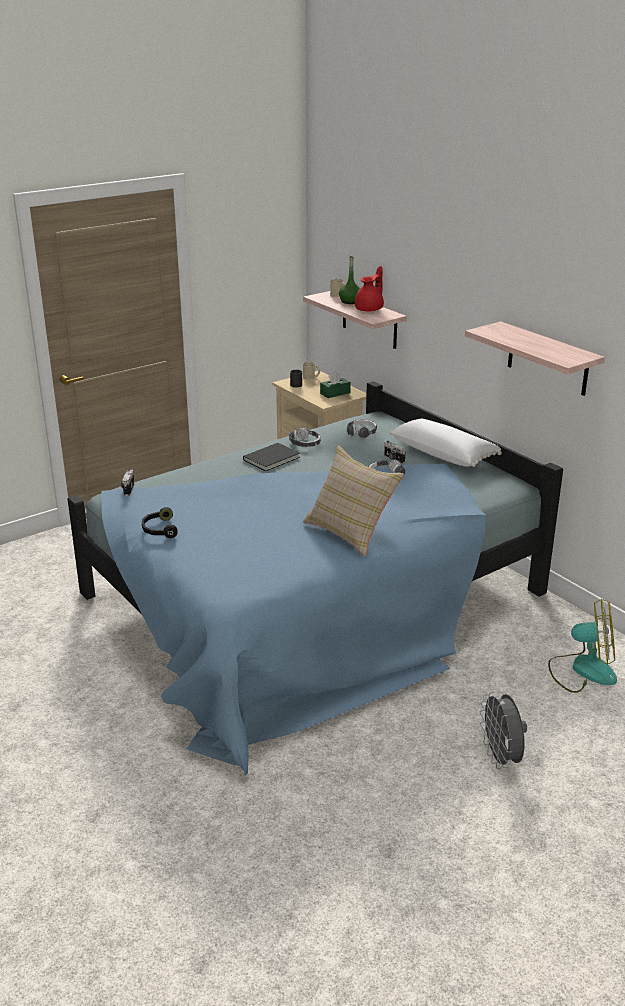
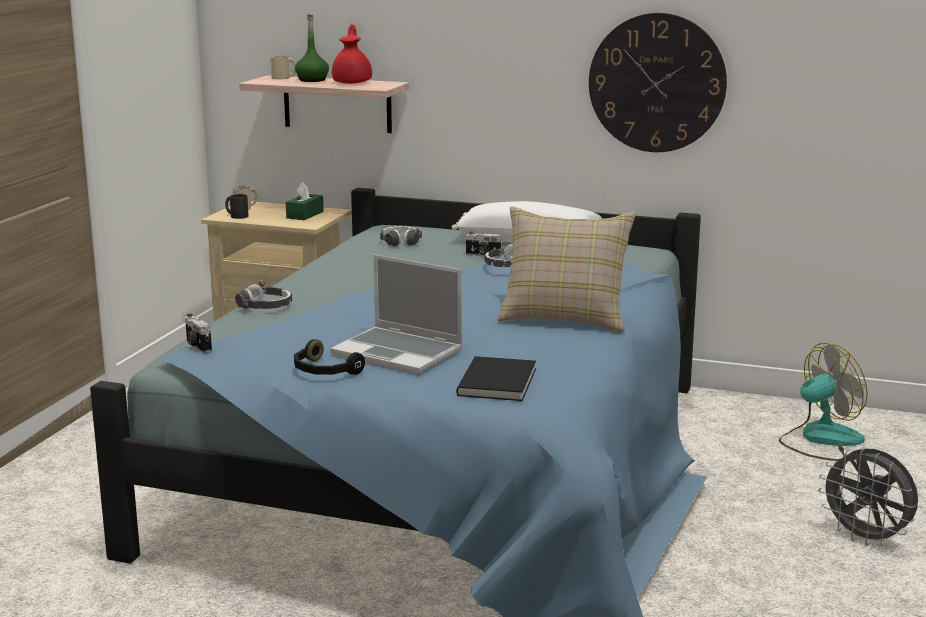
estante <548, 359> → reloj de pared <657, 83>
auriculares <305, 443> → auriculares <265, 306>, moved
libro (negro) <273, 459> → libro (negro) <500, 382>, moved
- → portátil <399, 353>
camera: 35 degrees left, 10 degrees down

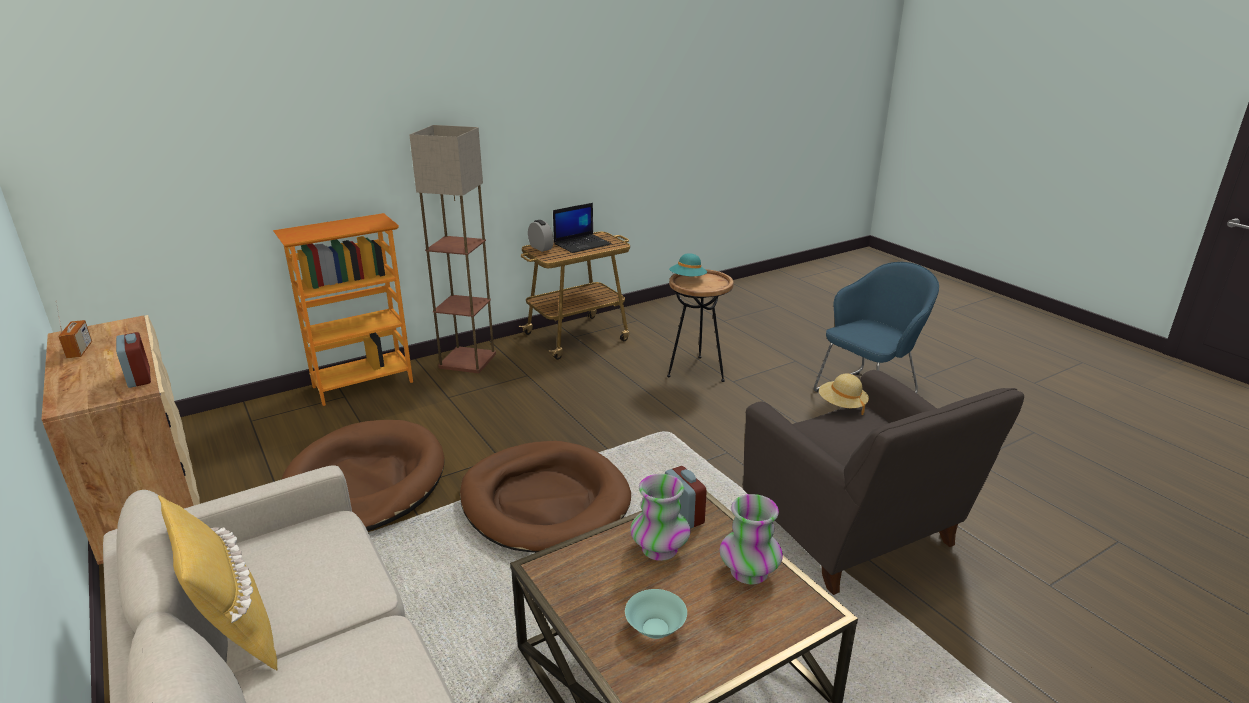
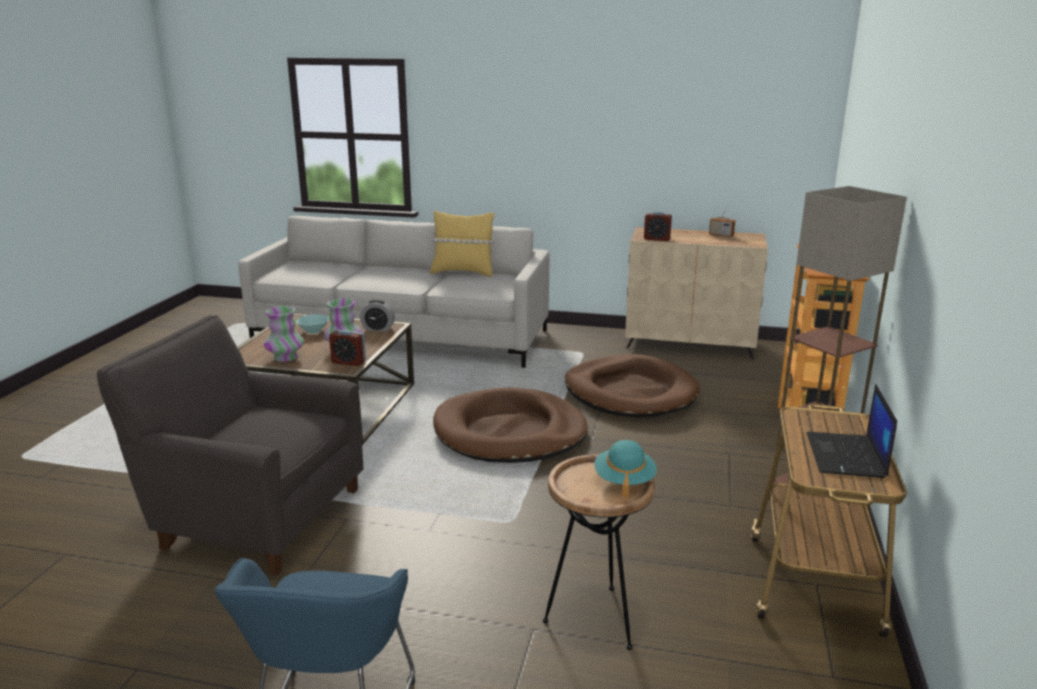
despertador <541, 248> → despertador <378, 328>, moved
sombrero (beis) <842, 405> → -
camera: 135 degrees right, 5 degrees down

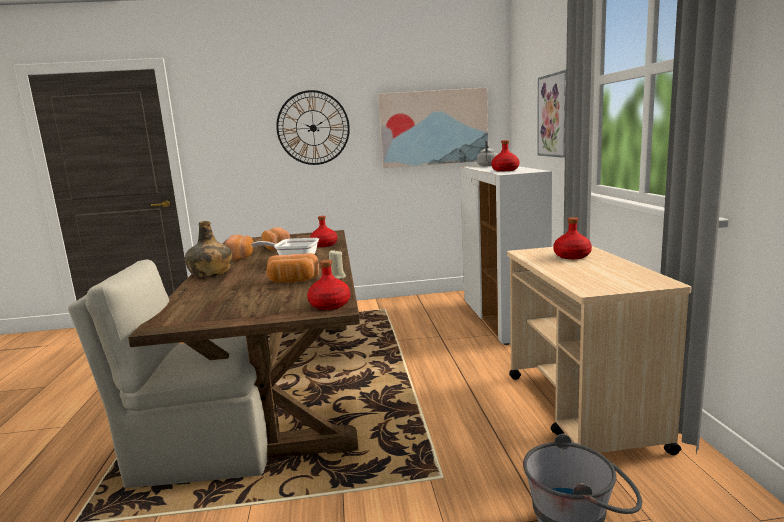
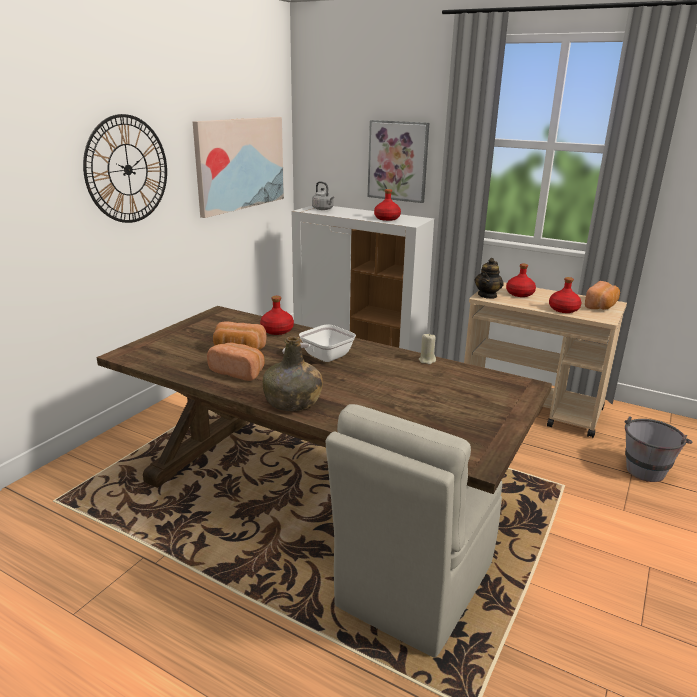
pan <293, 281> → pan <601, 306>, moved
botella (rojo) <329, 305> → botella (rojo) <564, 309>, moved
- → tetera <487, 295>
camera: 55 degrees left, 10 degrees up

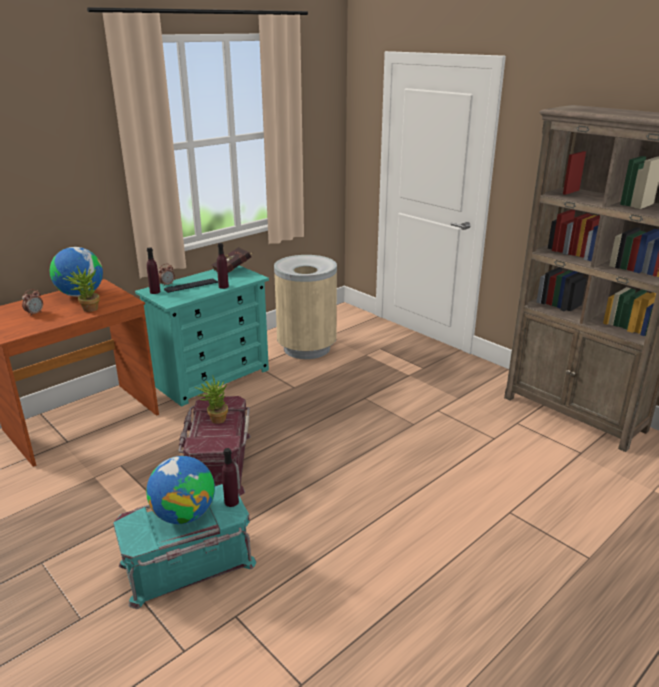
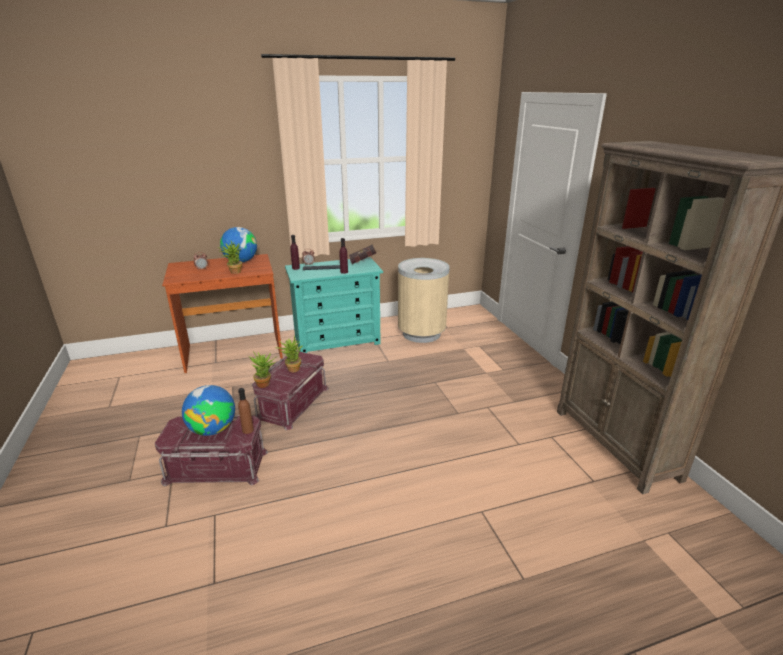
botella (morado) <231, 502> → botella (marrón) <248, 430>
caja de almacenaje (turquesa) <188, 565> → caja de almacenaje (rojo) <216, 467>
- → planta en maceta <266, 384>
camera: 25 degrees right, 0 degrees up

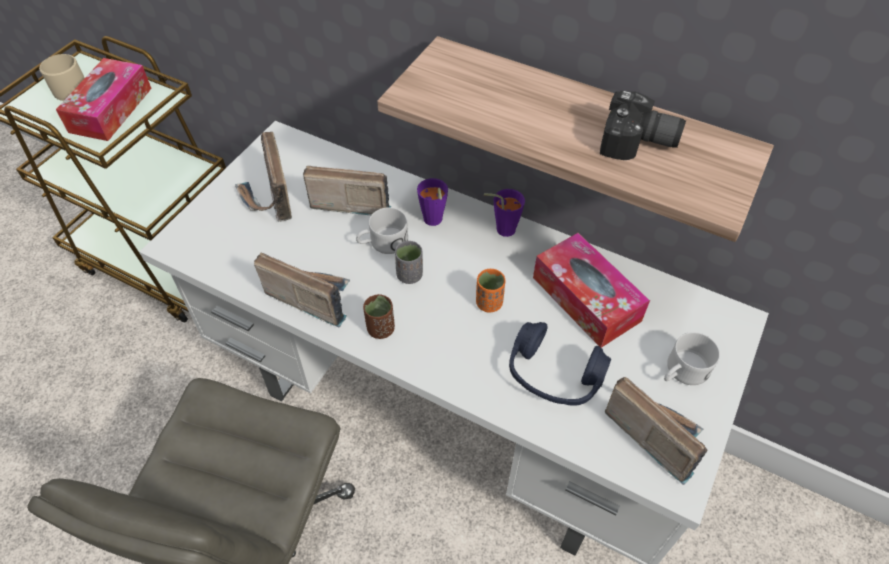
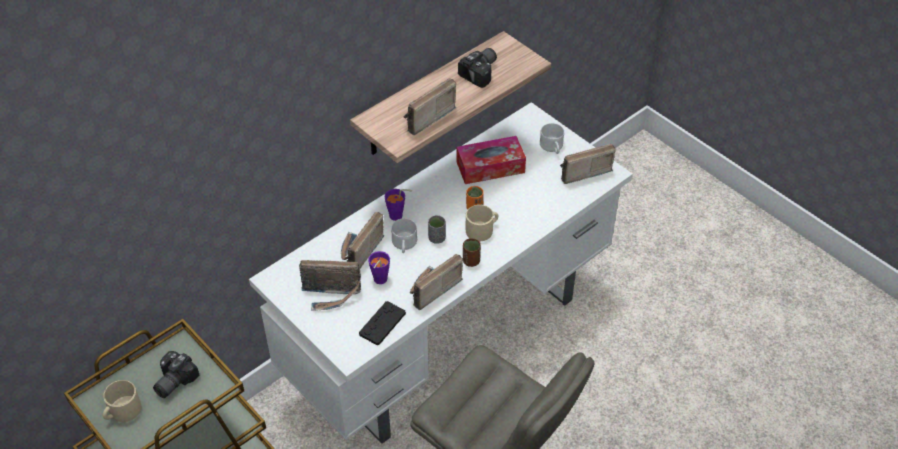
caja de pañuelos <111, 110> → cámara <172, 381>
taza (morado) <501, 229> → taza (morado) <379, 281>, moved
auriculares (azul) <554, 375> → -
- → radio <424, 117>
- → taza grande (beis) <482, 230>
- → mando de consola (negro) <382, 324>
camera: 70 degrees left, 5 degrees down

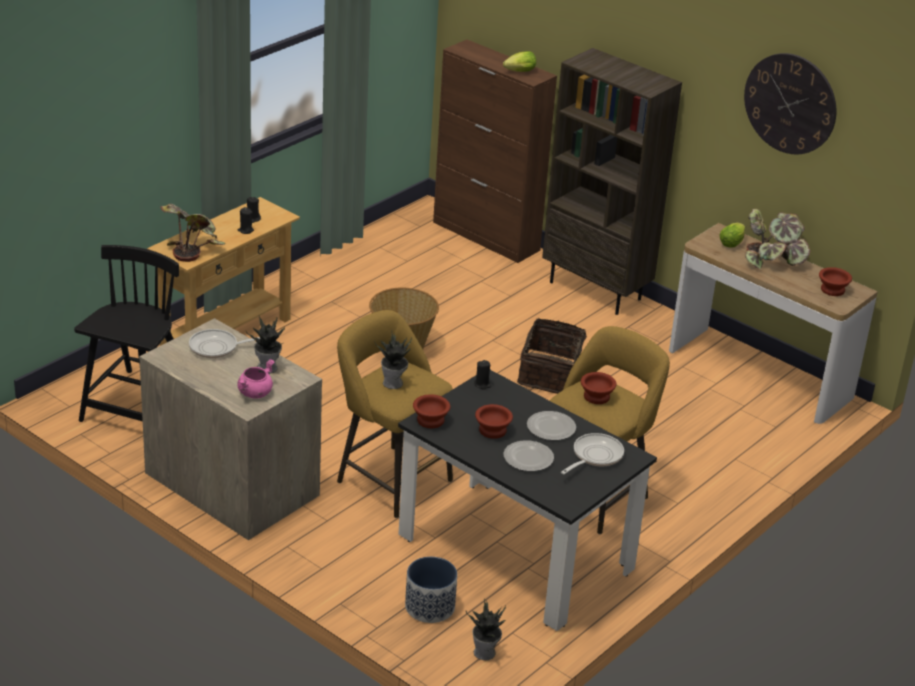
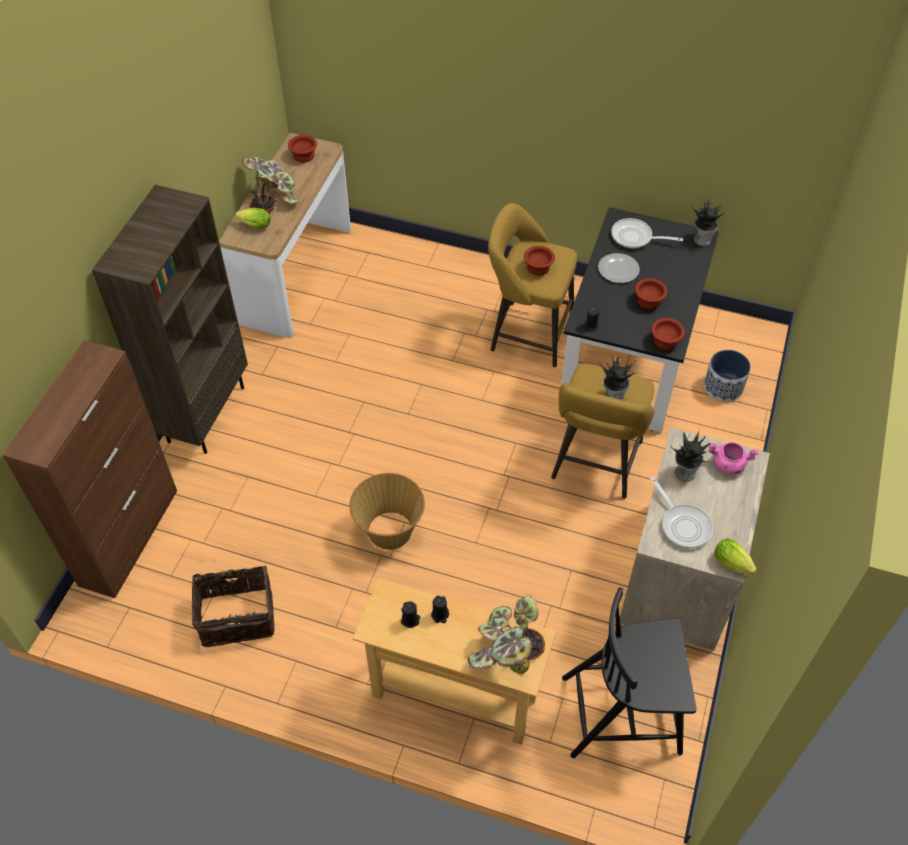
lechuga <518, 72> → lechuga <734, 564>, moved
reloj de pared <790, 103> → -
cesta <550, 374> → cesta <237, 615>, moved
plato <528, 458> → -
planta en maceta <485, 653> → planta en maceta <702, 239>, moved
camera: 110 degrees left, 20 degrees up

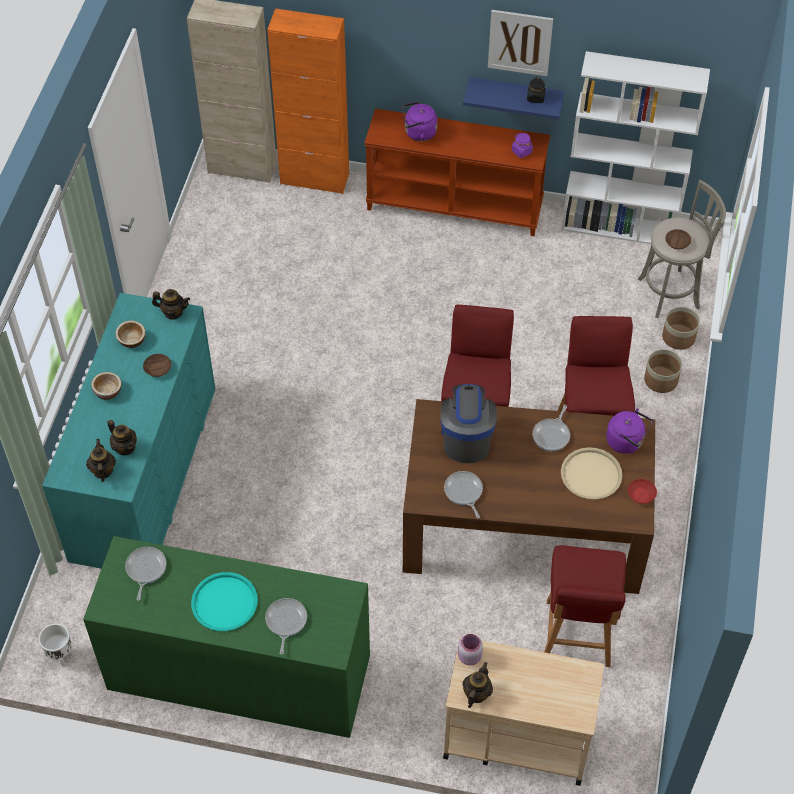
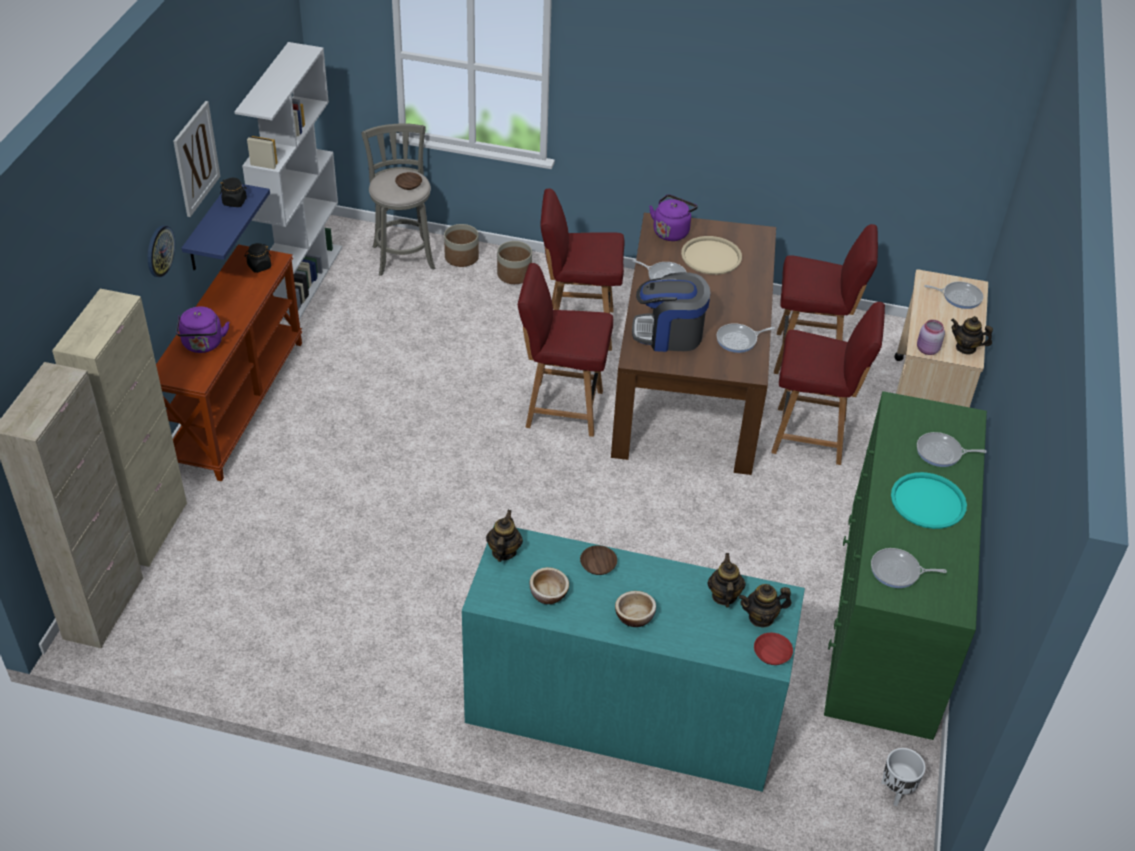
armario (naranja) <314, 179> → armario (beis) <150, 530>
tarro (morado) <521, 151> → tarro (negro) <259, 266>
tetera <125, 447> → tetera <724, 596>, 45 degrees counterclockwise
cuenco (rojo) <641, 494> → cuenco (rojo) <771, 654>, moved
- → reloj de pared <159, 251>
- → sartén <959, 297>
- → silla (rojo) <811, 436>
camera: 90 degrees left, 10 degrees down

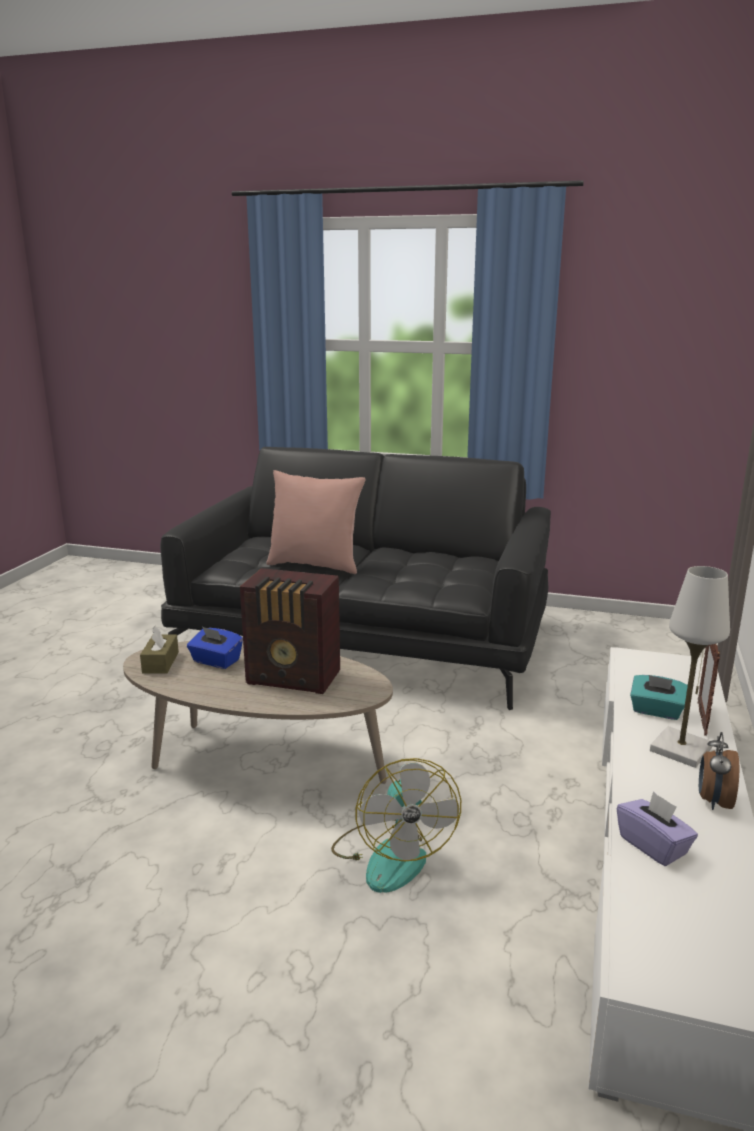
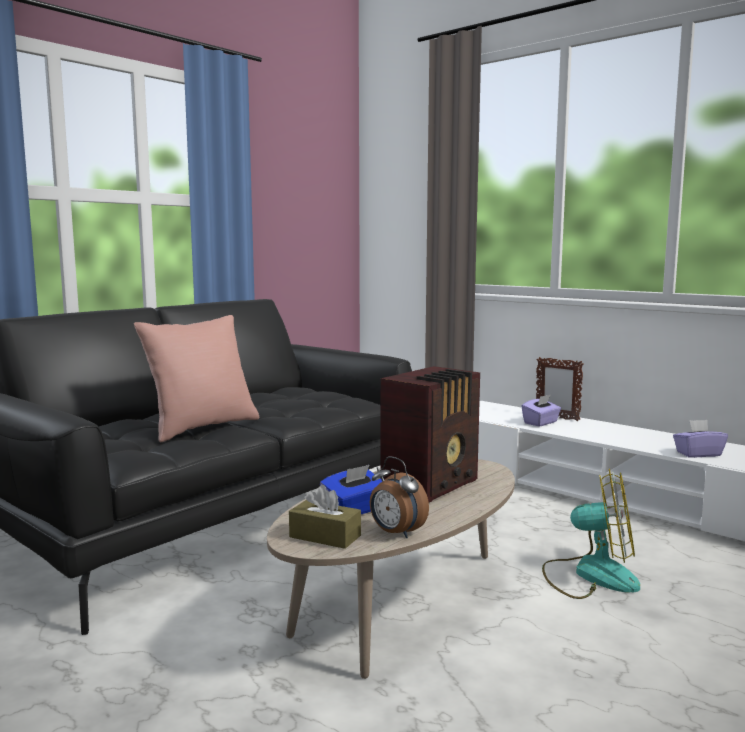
lámpara de mesa (blanco) <681, 749> → -
caja de pañuelos (turquesa) <656, 711> → caja de pañuelos (morado) <541, 423>
despertador <713, 801> → despertador <396, 533>, moved
camera: 65 degrees left, 10 degrees down

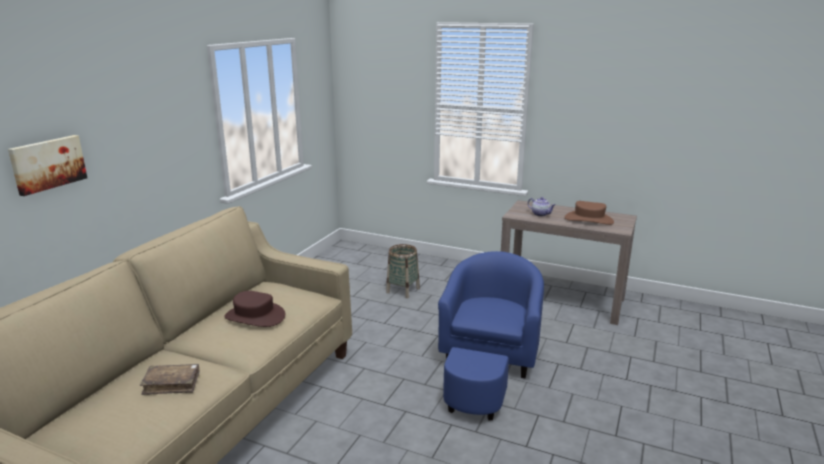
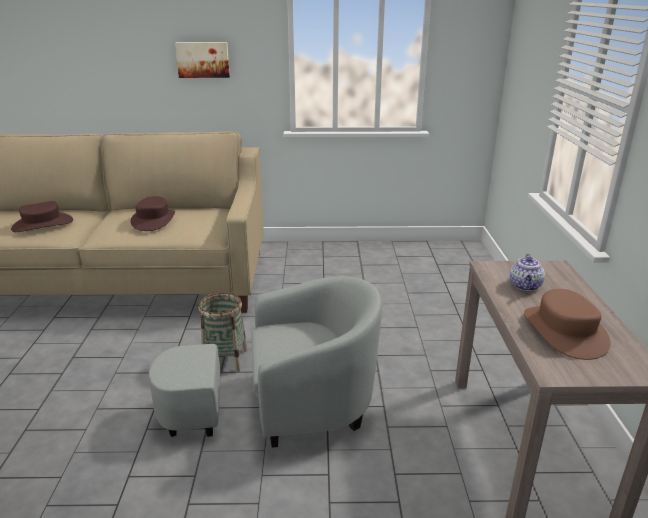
cuadro <47, 164> → cuadro <203, 59>, moved
cesta <402, 290> → cesta <225, 359>, moved
sillón (azul) <487, 365> → sillón (gris) <283, 408>
libro (marrón) <172, 384> → sombrero (marrón) <42, 224>
camera: 65 degrees right, 5 degrees up

